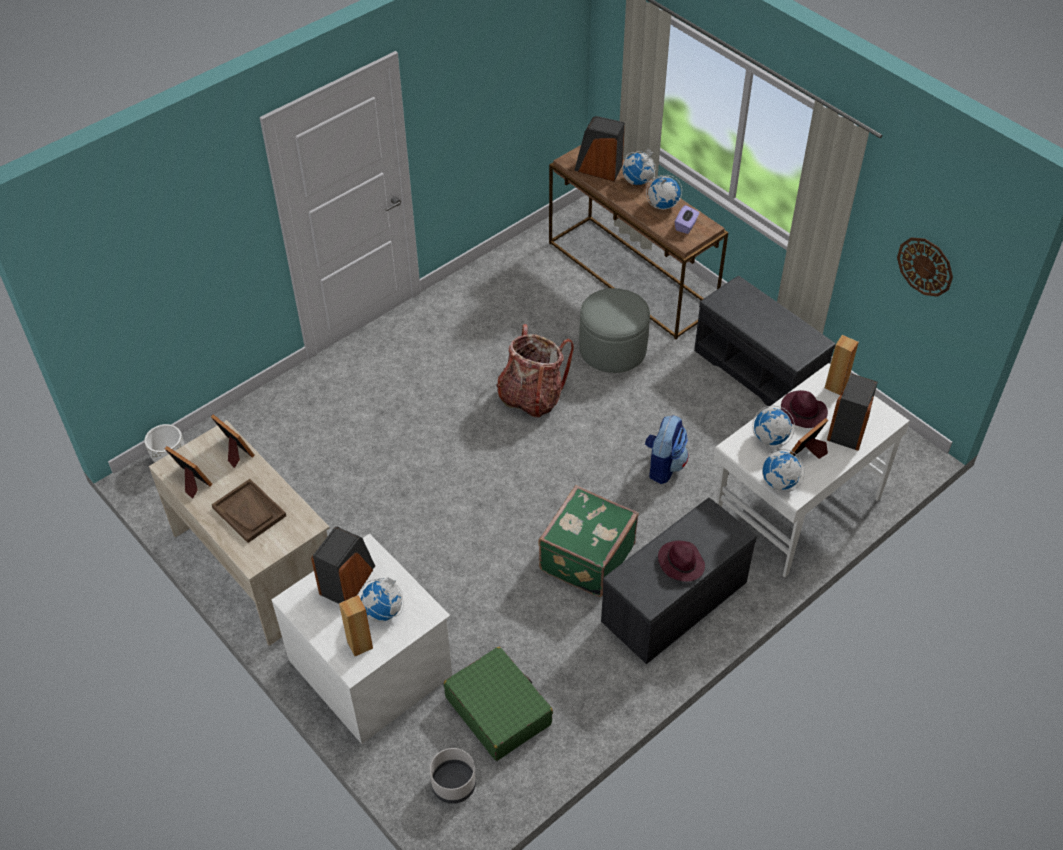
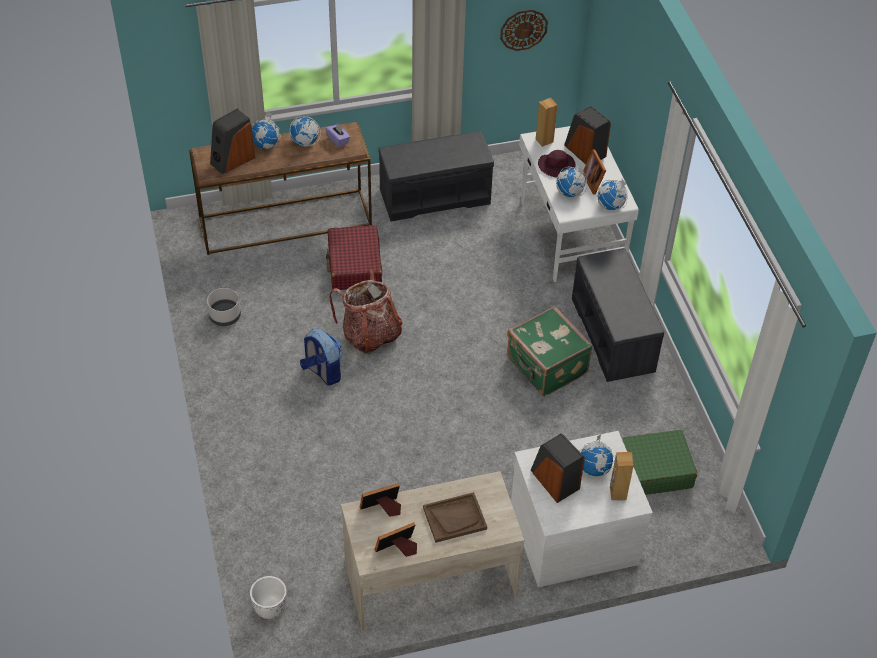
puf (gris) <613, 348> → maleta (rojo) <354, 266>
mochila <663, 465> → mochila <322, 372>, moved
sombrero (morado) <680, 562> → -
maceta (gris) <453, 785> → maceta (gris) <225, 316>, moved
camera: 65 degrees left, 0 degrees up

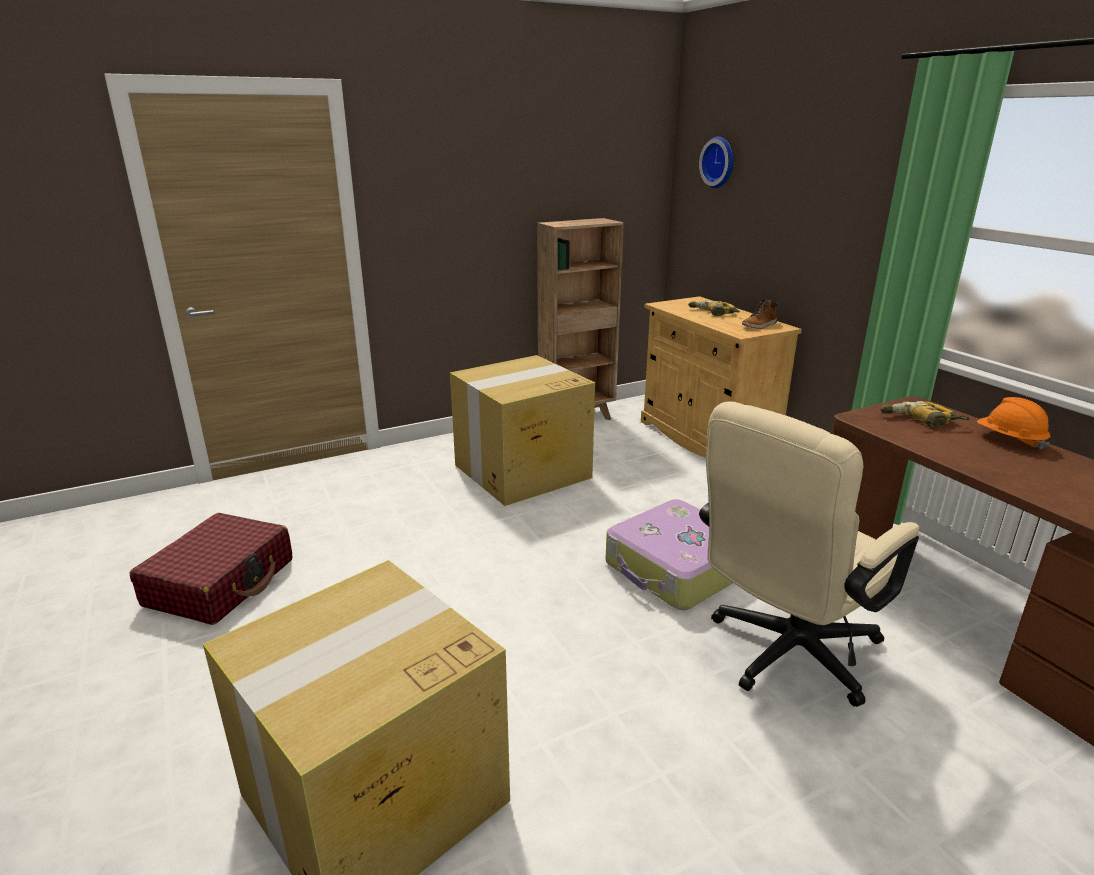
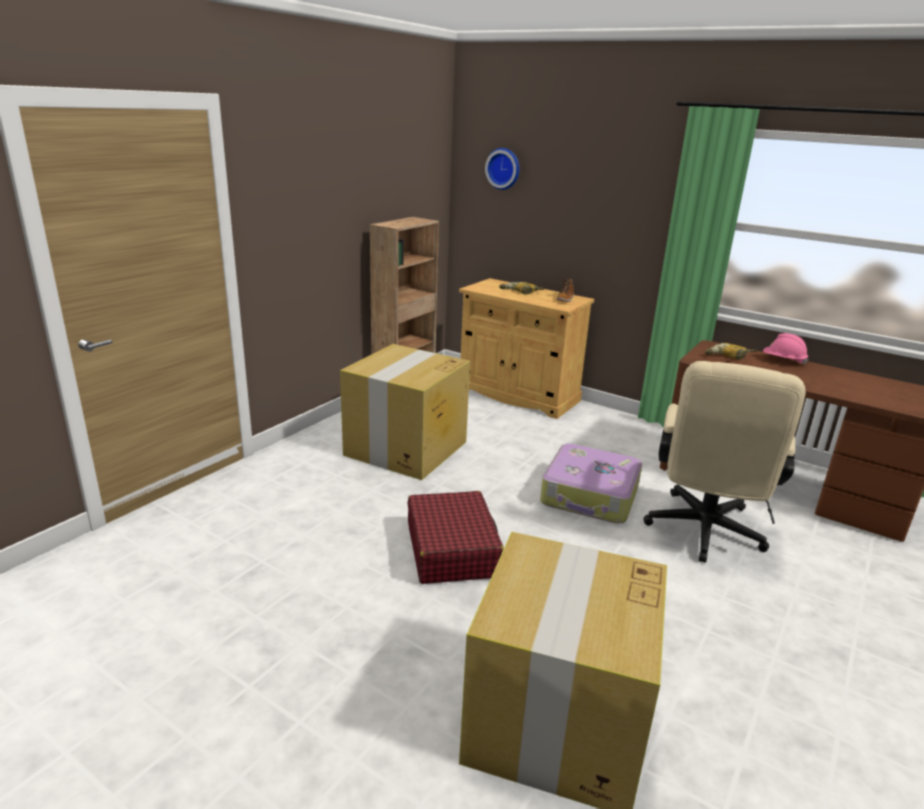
casco (naranja) <1009, 440> → casco (rosa) <783, 361>
maleta (rojo) <221, 582> → maleta (rojo) <452, 550>, moved
camera: 30 degrees left, 0 degrees up

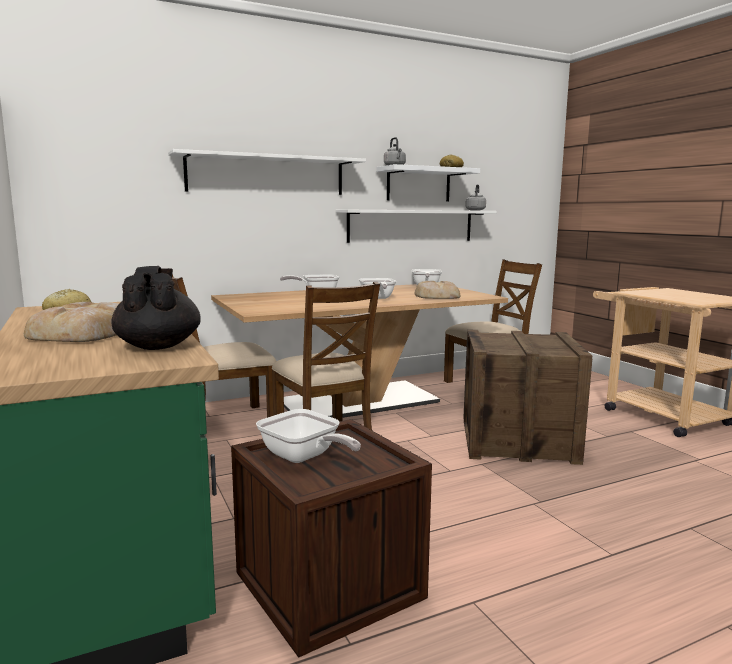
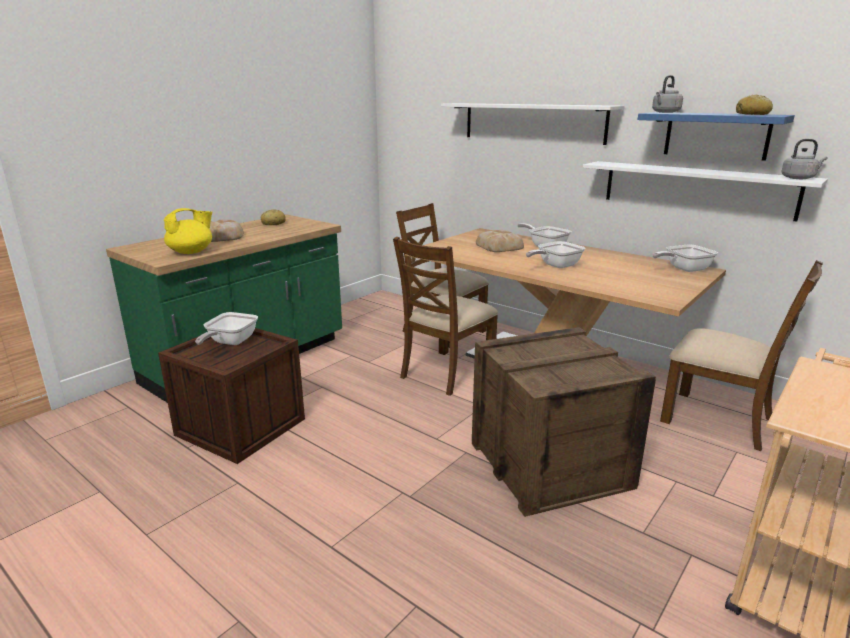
estante (blanco) <418, 184> → estante (azul) <716, 135>
tetera (negro) <158, 346> → tetera (amarillo) <191, 252>
pan <436, 296> → pan <499, 246>, moved
camera: 65 degrees right, 10 degrees up

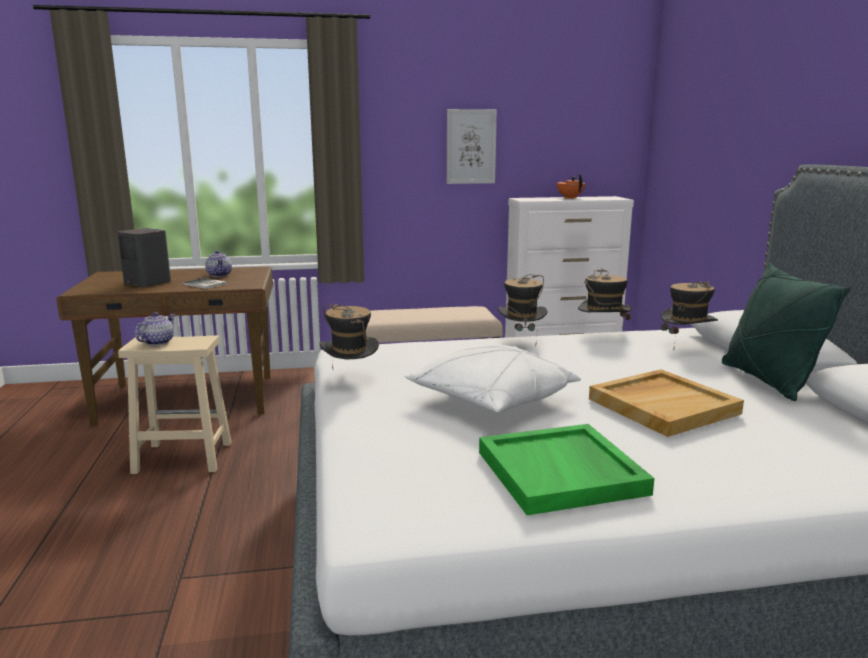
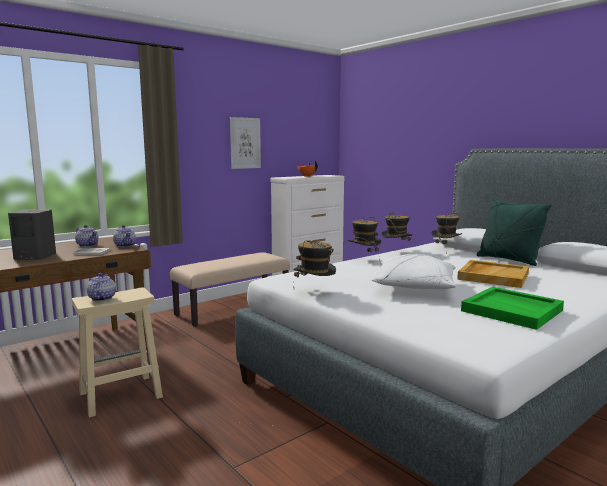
- → tetera <125, 245>
camera: 30 degrees left, 5 degrees down

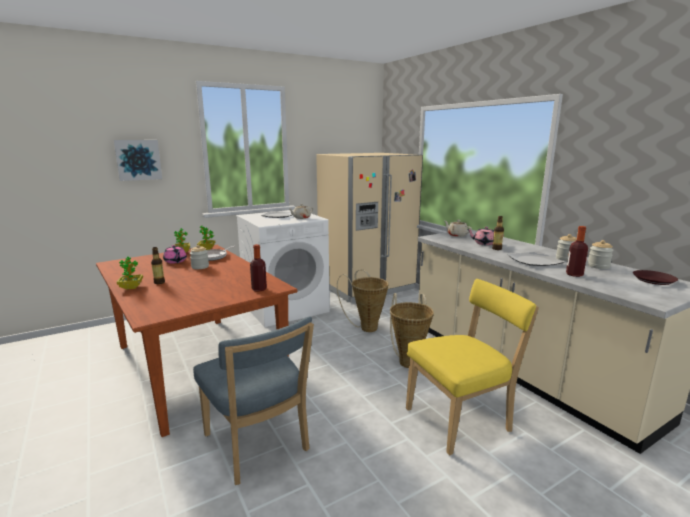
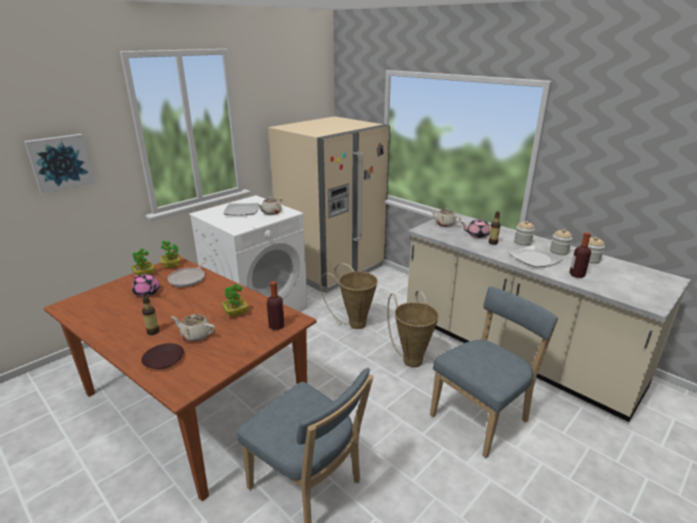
tarro <200, 267> → tarro <522, 242>, moved
planta en maceta <131, 287> → planta en maceta <236, 313>, moved
plato (marrón) <654, 280> → plato (marrón) <164, 359>, moved
silla (amarillo) <461, 419> → silla (azul) <482, 417>
- → tetera (beis) <195, 335>
camera: 15 degrees left, 10 degrees up

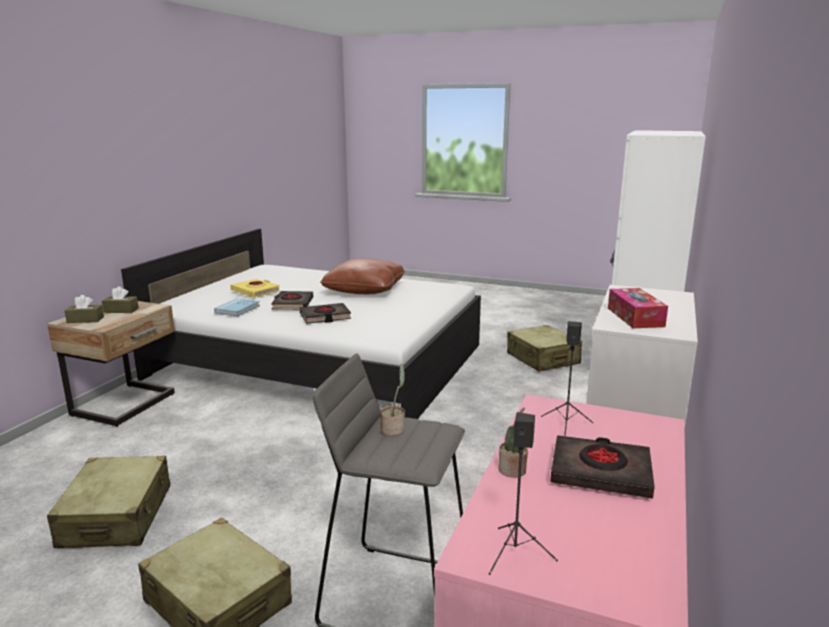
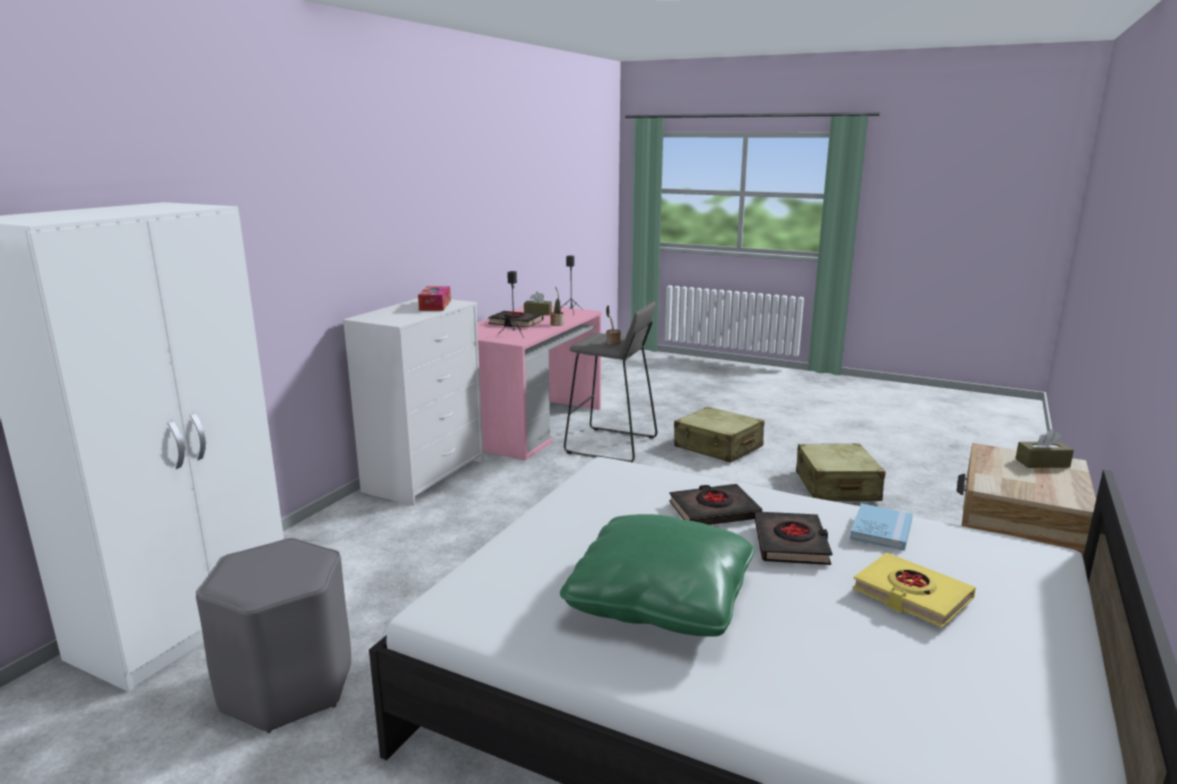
cojín (marrón) <364, 290> → cojín (verde) <660, 600>
caja de pañuelos (marrón) <121, 310> → caja de pañuelos (marrón) <538, 313>, moved
maleta (beis) <542, 359> → taburete (gris) <287, 687>
camera: 175 degrees left, 0 degrees up

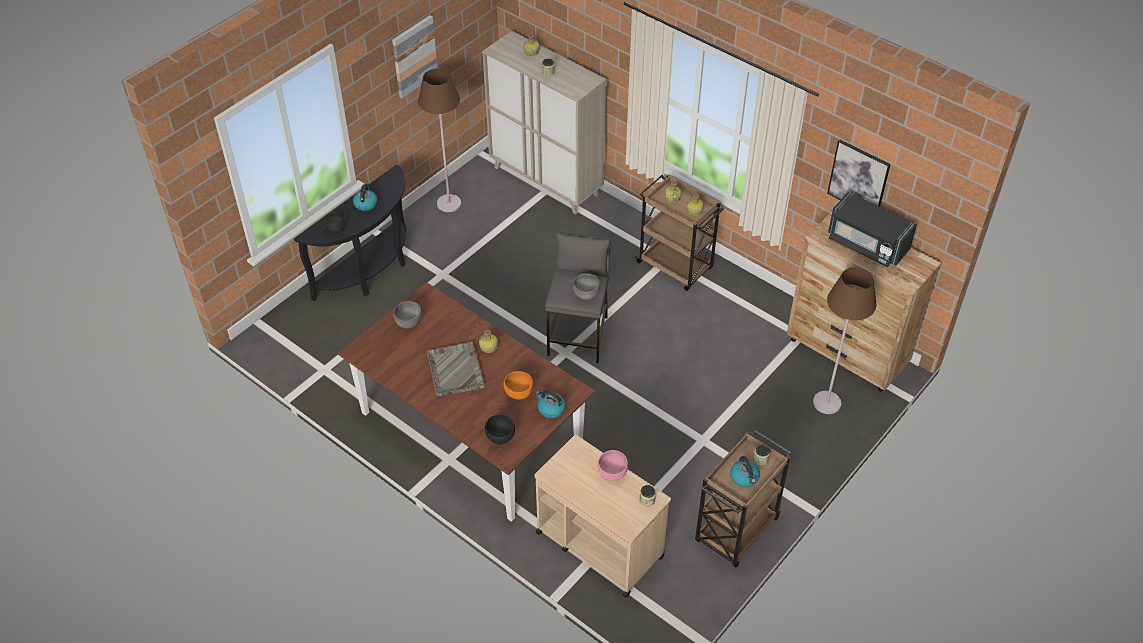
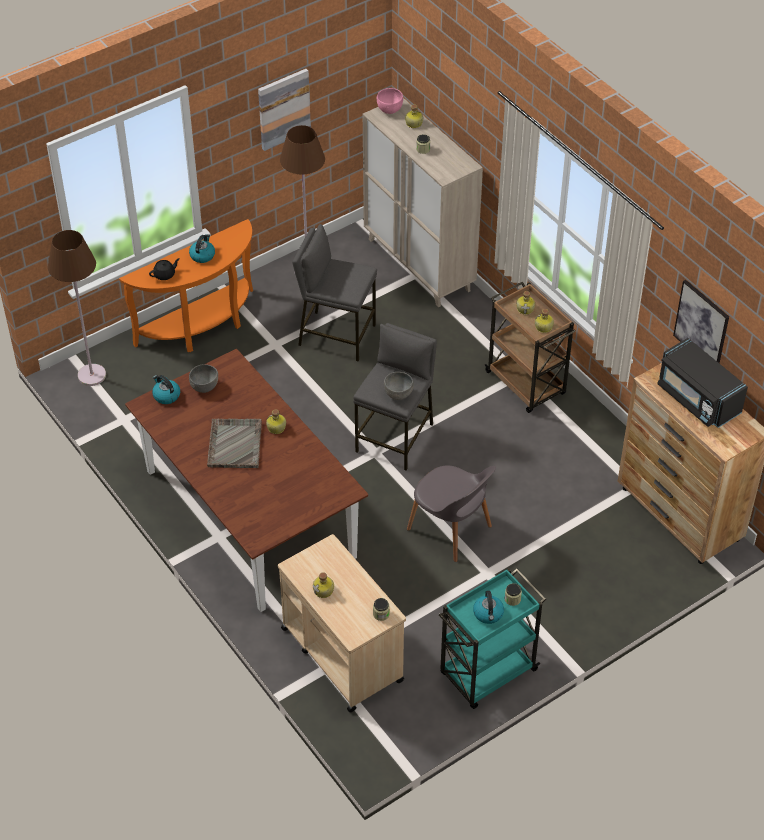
mesa consola (negro) <370, 271> → mesa consola (naranja) <202, 327>
lámpara de pie (marrón) <826, 403> → lámpara de pie (marrón) <91, 375>, moved
cuenco (naranja) <519, 393> → -
hervidor <551, 409> → hervidor <166, 395>, moved
cuenco (negro) <500, 438> → -
carrito (marrón) <735, 531> → carrito (turquesa) <487, 673>
cuenco (rosa) <612, 474> → cuenco (rosa) <389, 110>, moved
- → taburete (gris) <336, 335>
- → silla (gris) <451, 529>
- → botella <324, 591>
camera: 15 degrees right, 0 degrees up

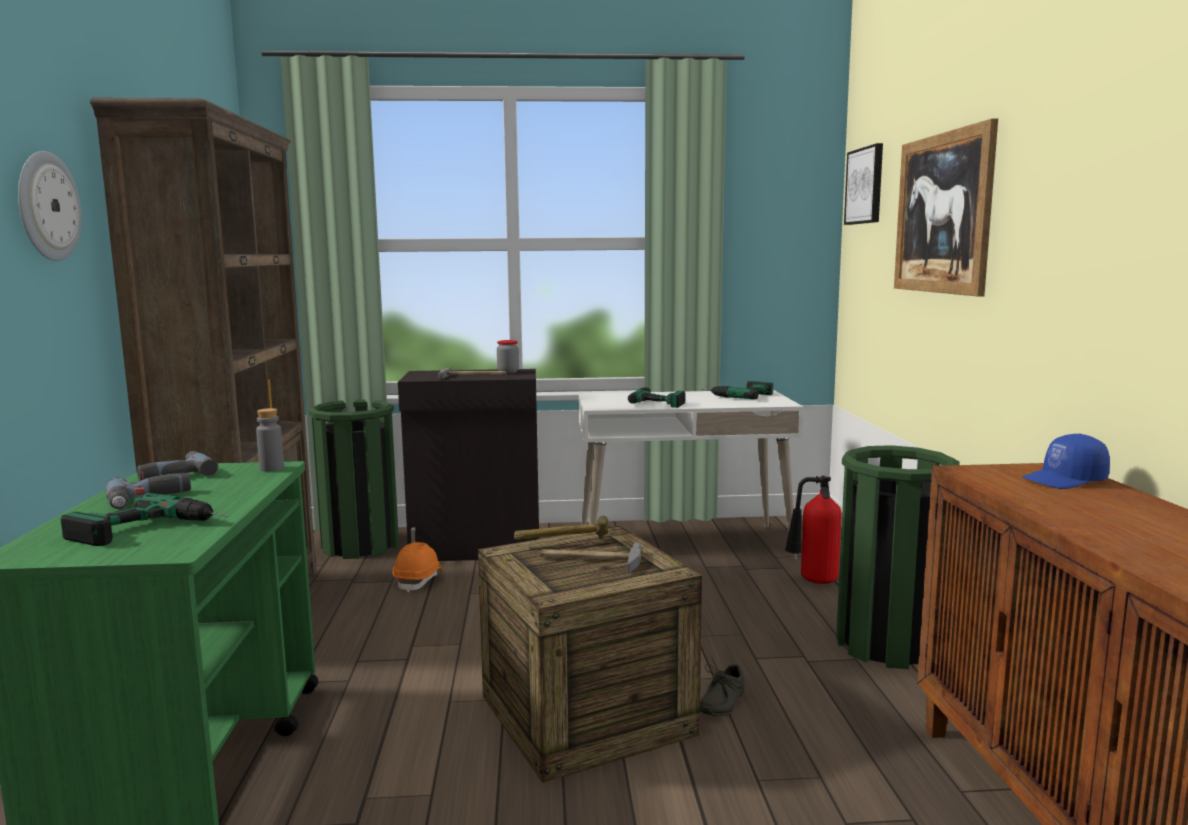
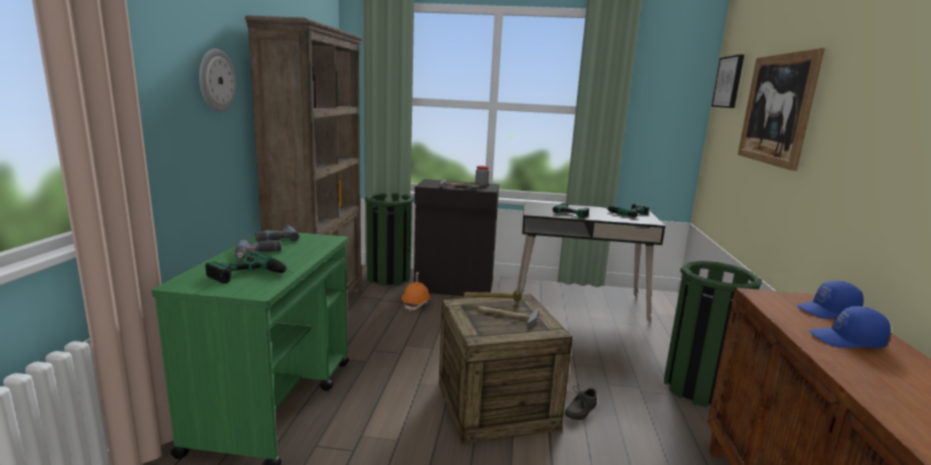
escritorio (blanco) <683, 545> → escritorio (negro) <579, 301>
botella (gris) <271, 468> → -
extintor <813, 581> → -
- → gorra (azul) <846, 340>
camera: 10 degrees right, 5 degrees up

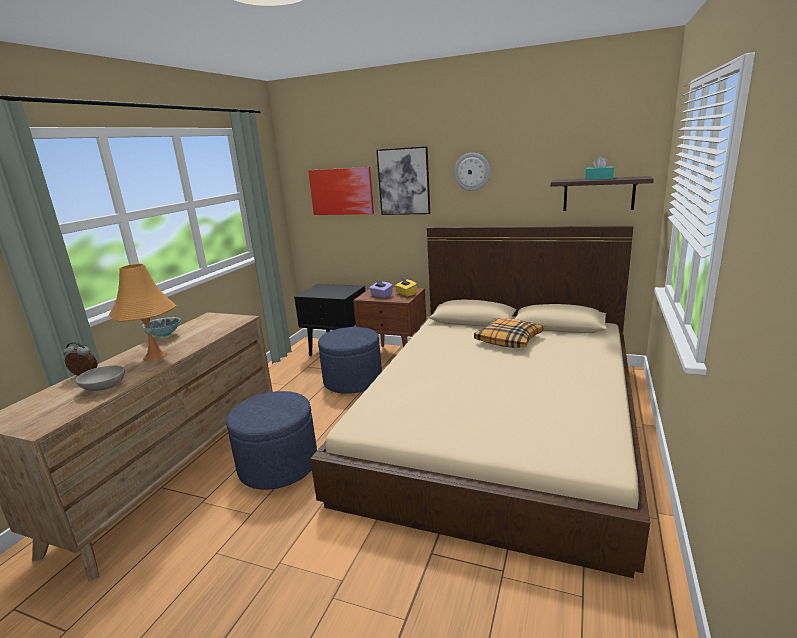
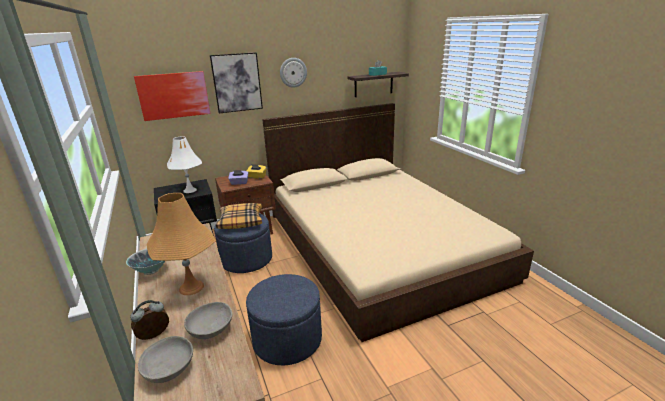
cojín <508, 340> → cojín <241, 221>, moved
- → lámpara de mesa (blanco) <189, 190>
- → cuenco (gris) <170, 369>
camera: 45 degrees left, 5 degrees up

